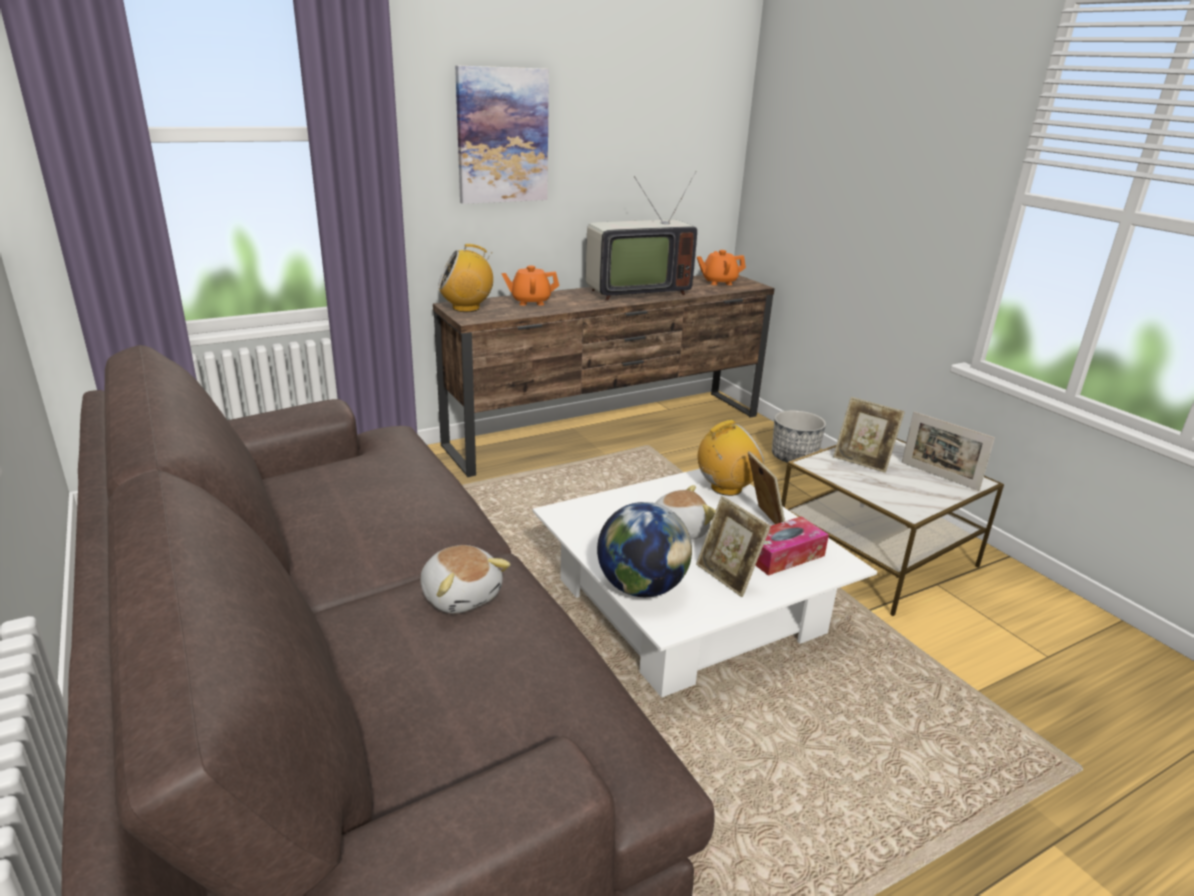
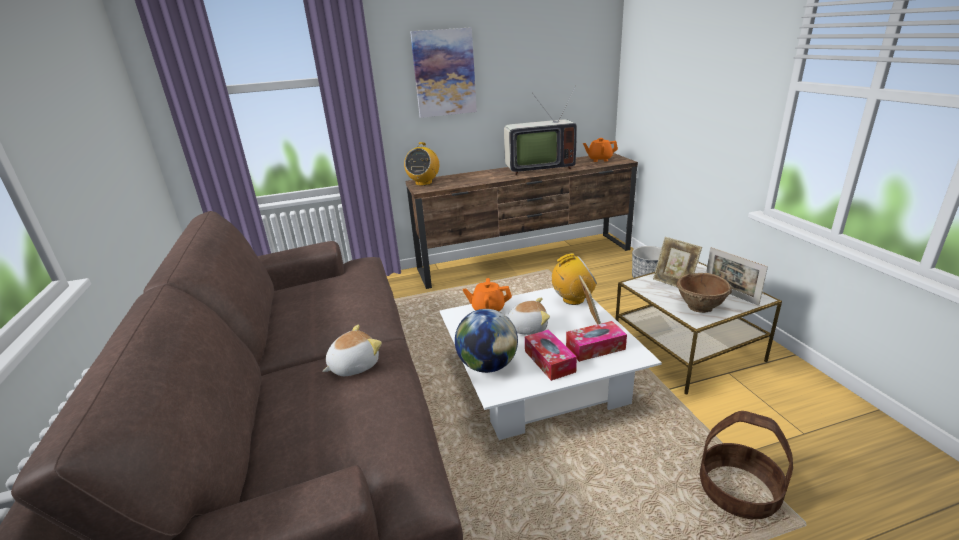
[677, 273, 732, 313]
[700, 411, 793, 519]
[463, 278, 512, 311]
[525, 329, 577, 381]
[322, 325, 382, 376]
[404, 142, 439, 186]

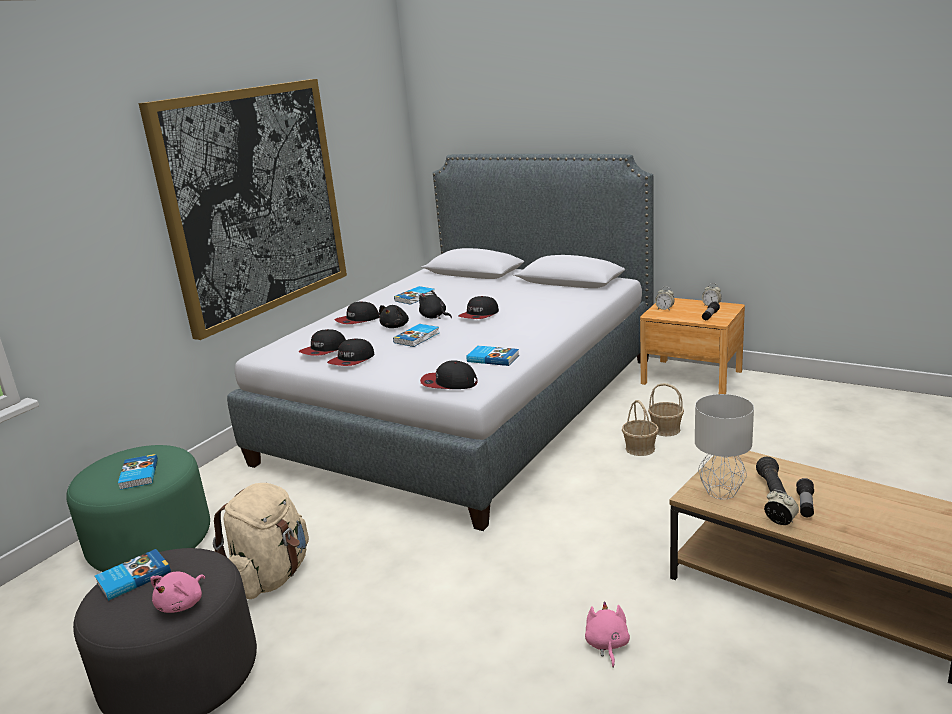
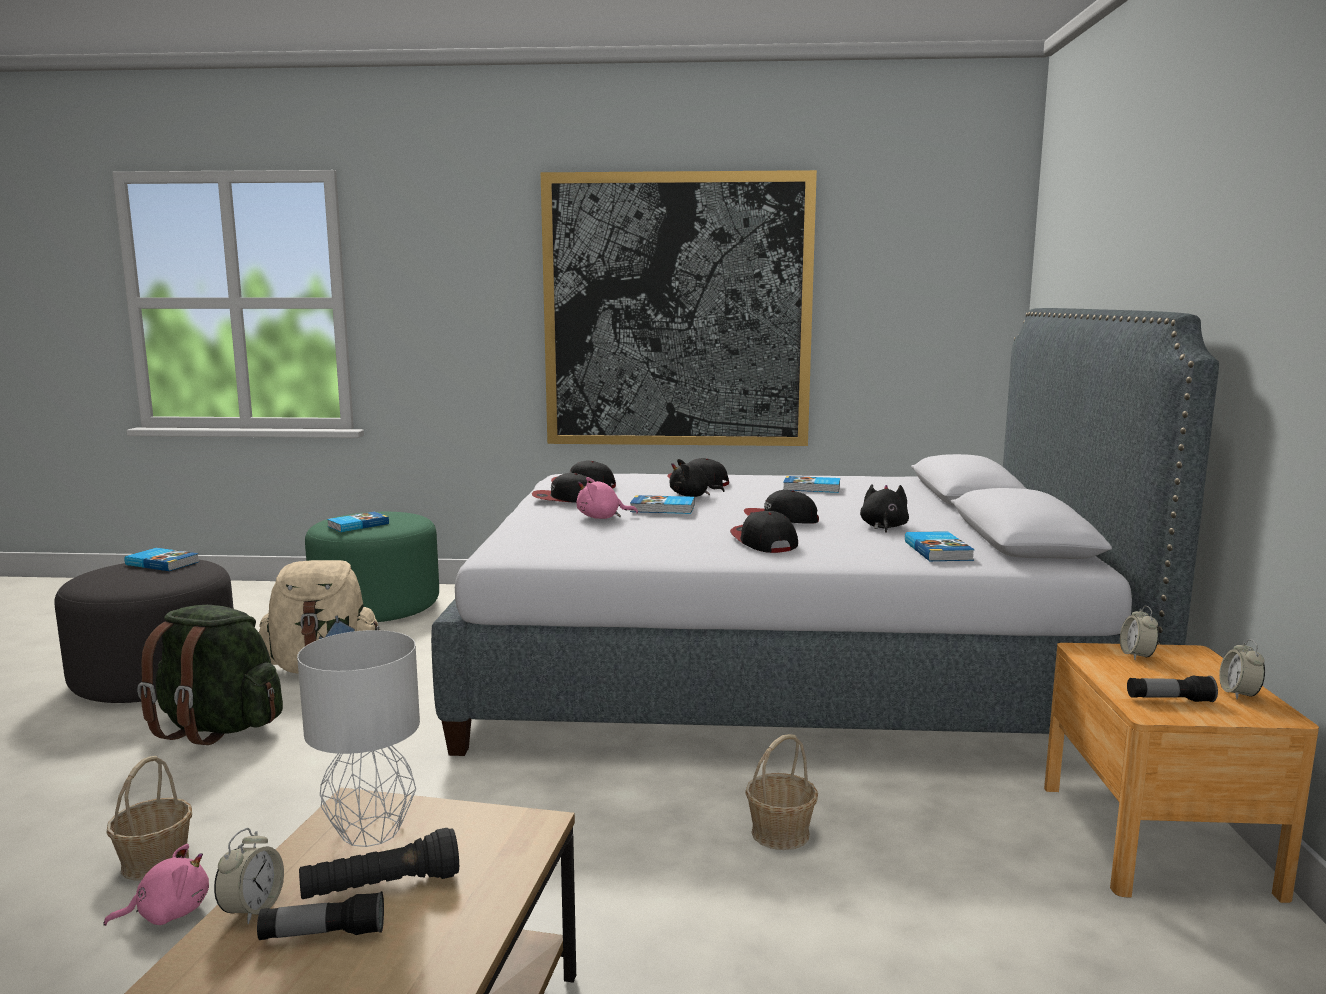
[137, 605, 283, 745]
[577, 477, 638, 519]
[860, 484, 909, 533]
[730, 511, 798, 553]
[905, 531, 975, 561]
[107, 756, 192, 881]

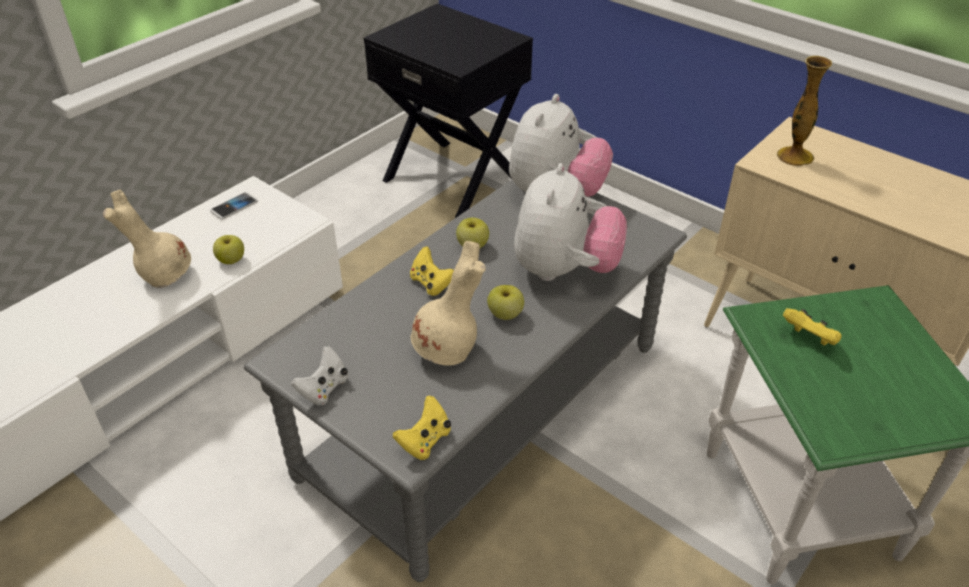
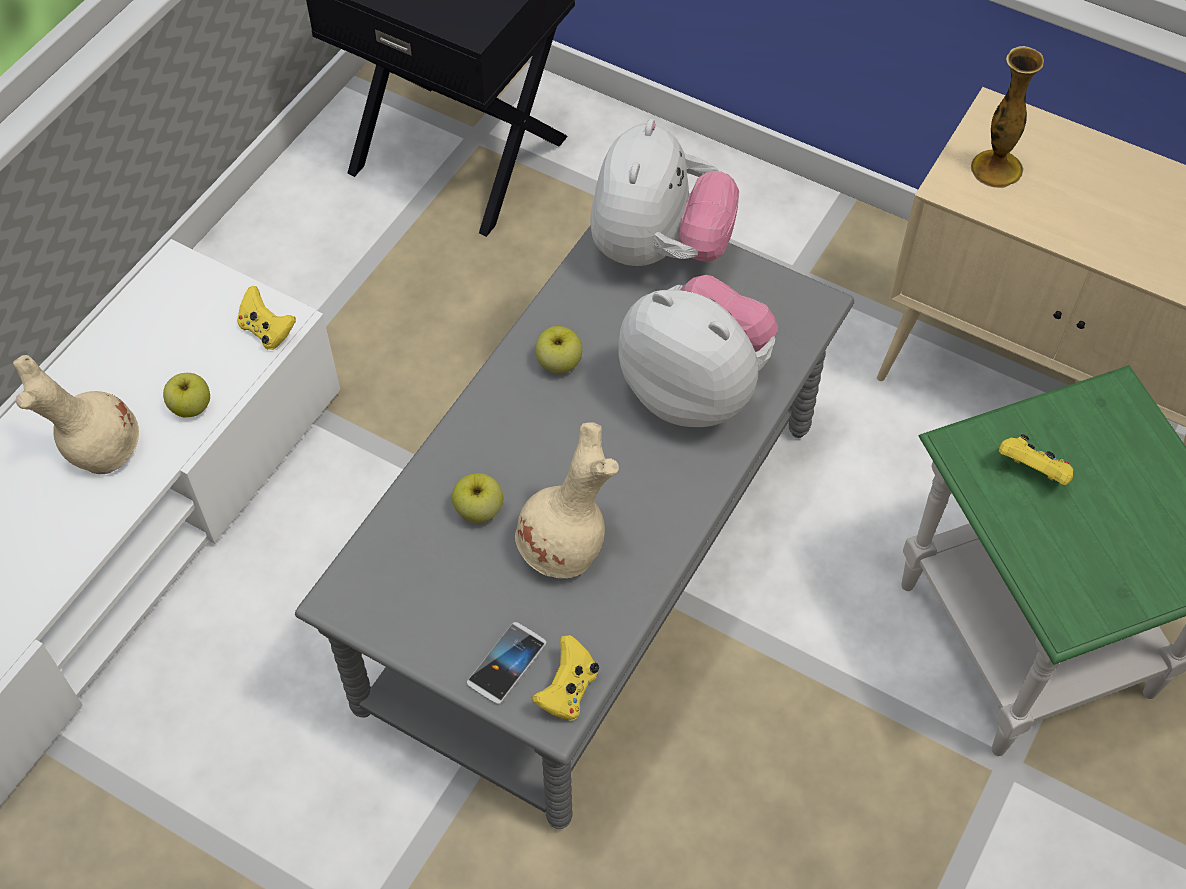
[291, 346, 348, 406] (first image)
[467, 622, 546, 704]
[237, 286, 296, 350]
[452, 473, 503, 523]
[619, 275, 778, 427]

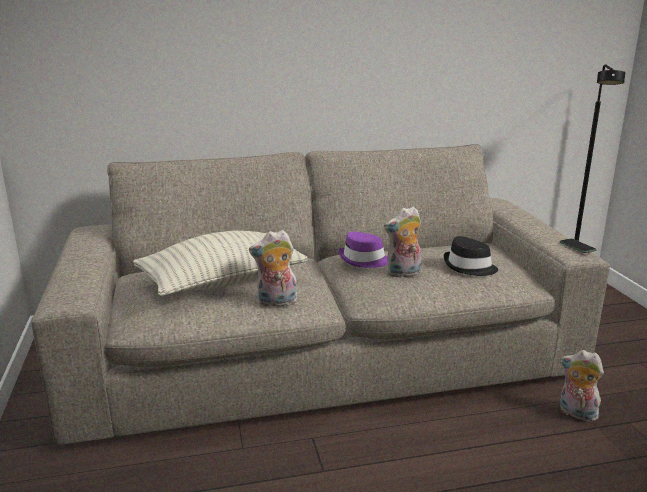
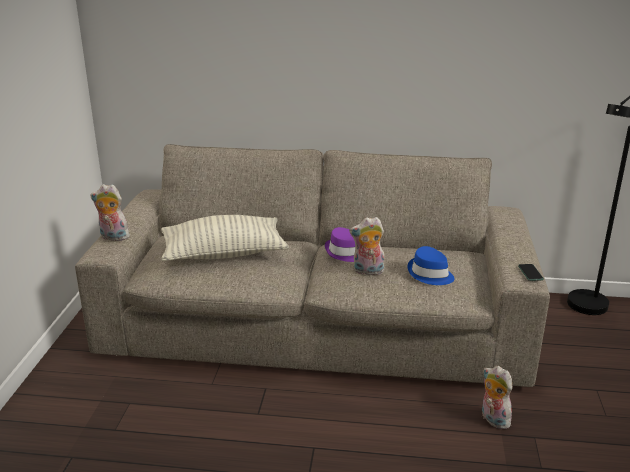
[90, 184, 130, 241]
[408, 246, 455, 285]

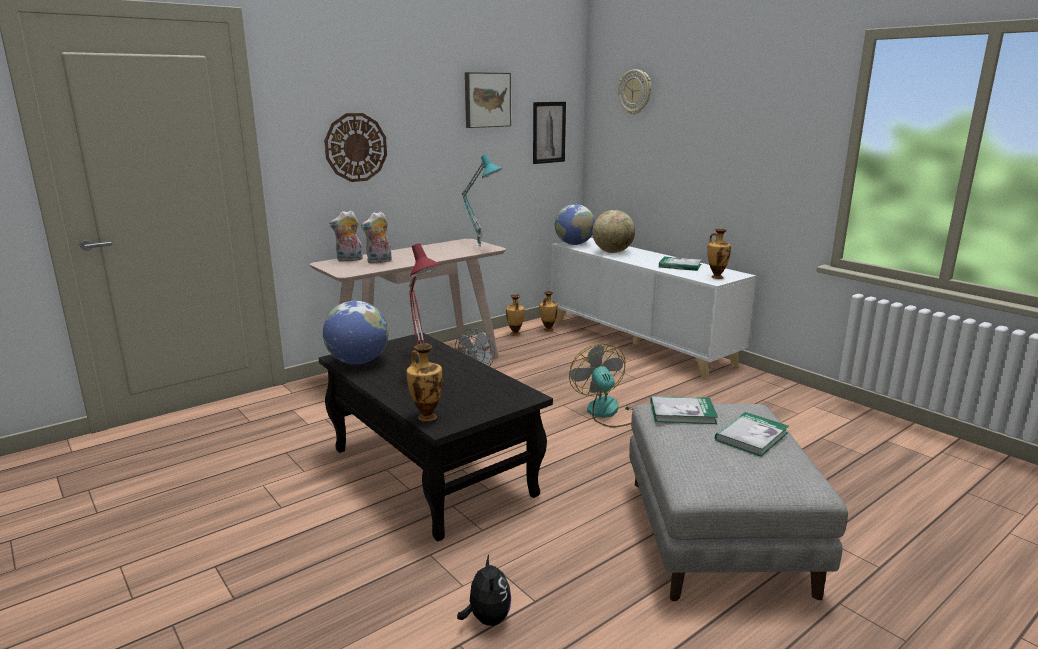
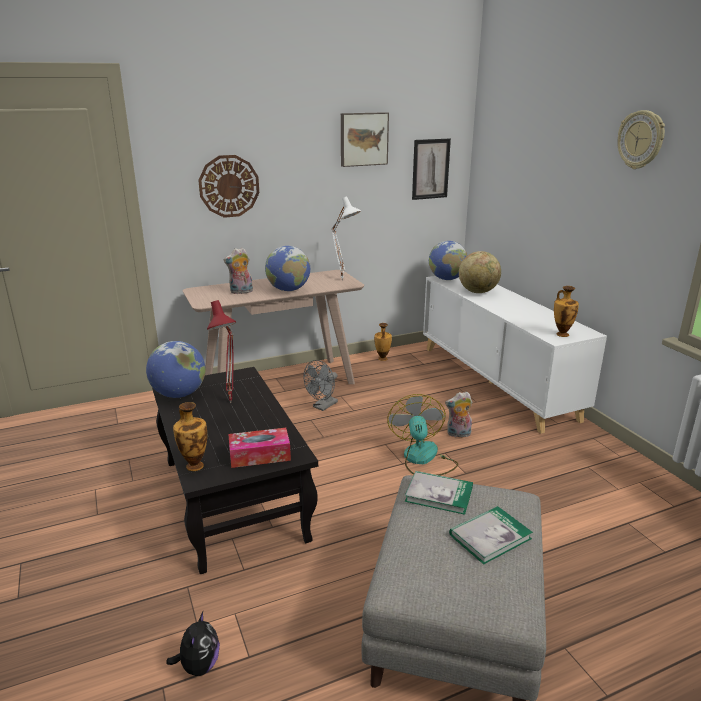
[539, 291, 558, 332] (first image)
[659, 257, 701, 271] (first image)
[228, 428, 291, 468]
[265, 246, 310, 291]
[445, 391, 472, 437]
[617, 110, 665, 169]
[332, 197, 361, 280]

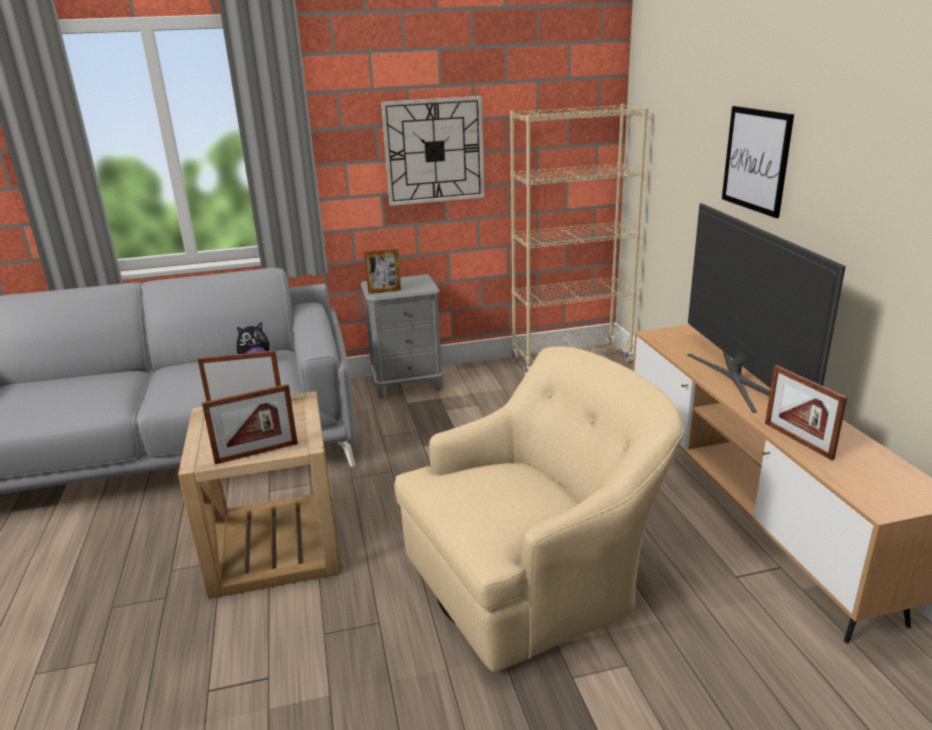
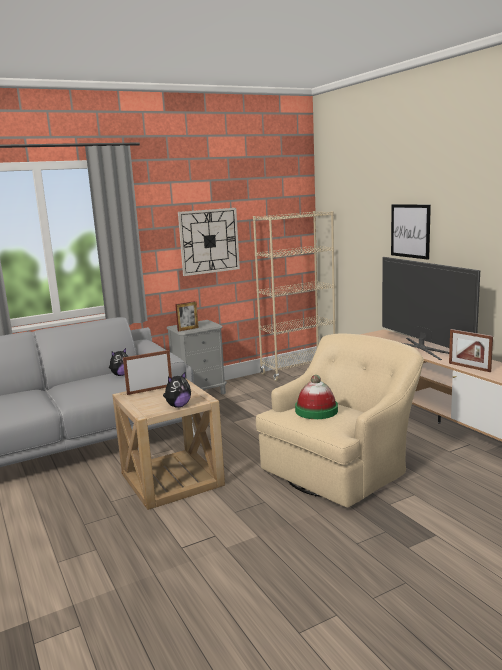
[295, 375, 338, 419]
[163, 372, 191, 408]

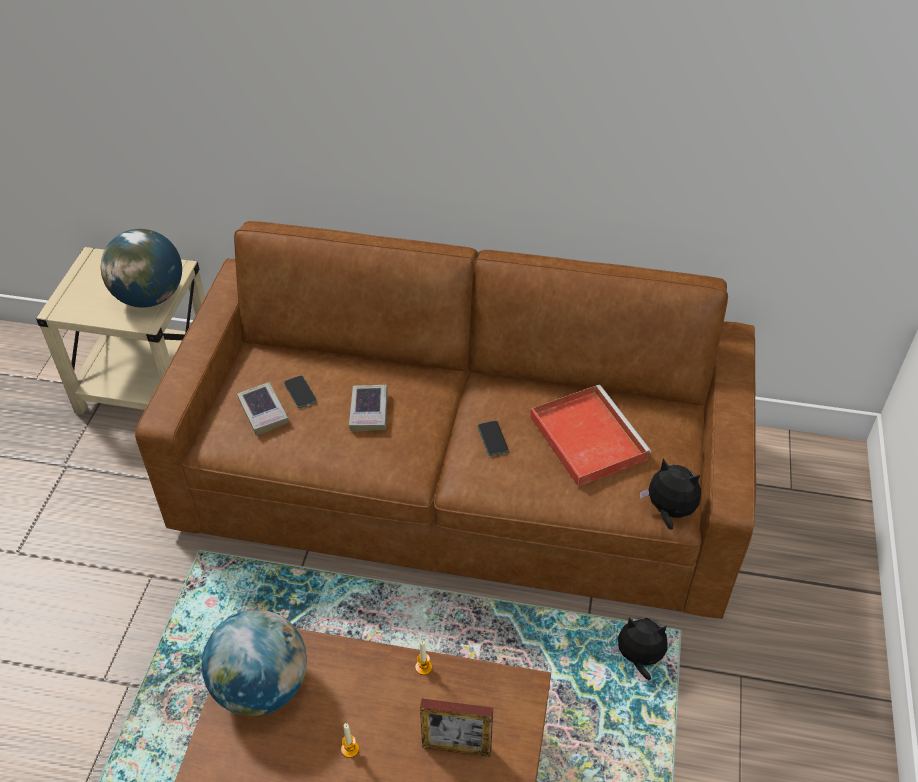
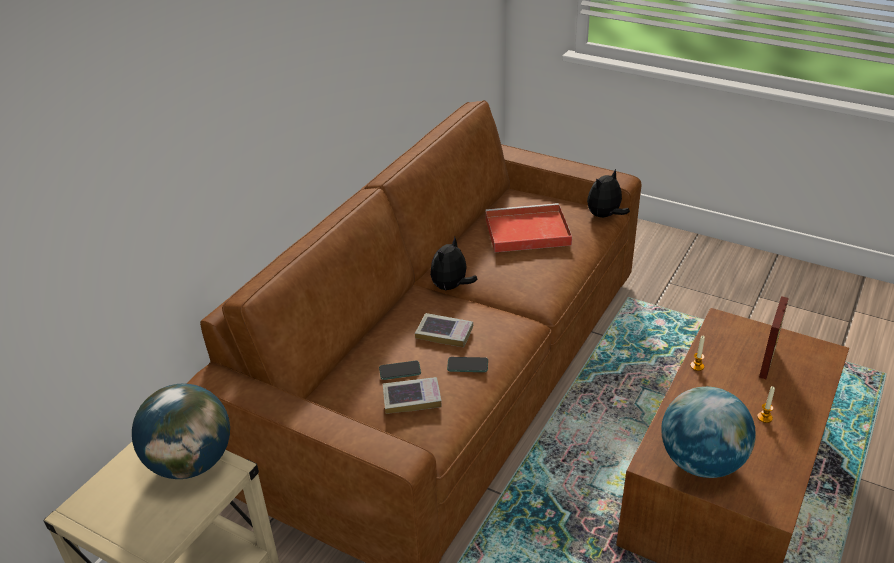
[447, 357, 488, 372]
[430, 237, 478, 290]

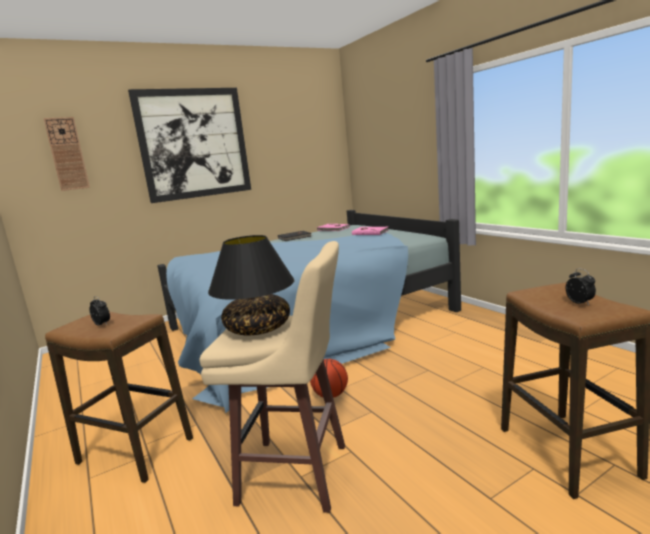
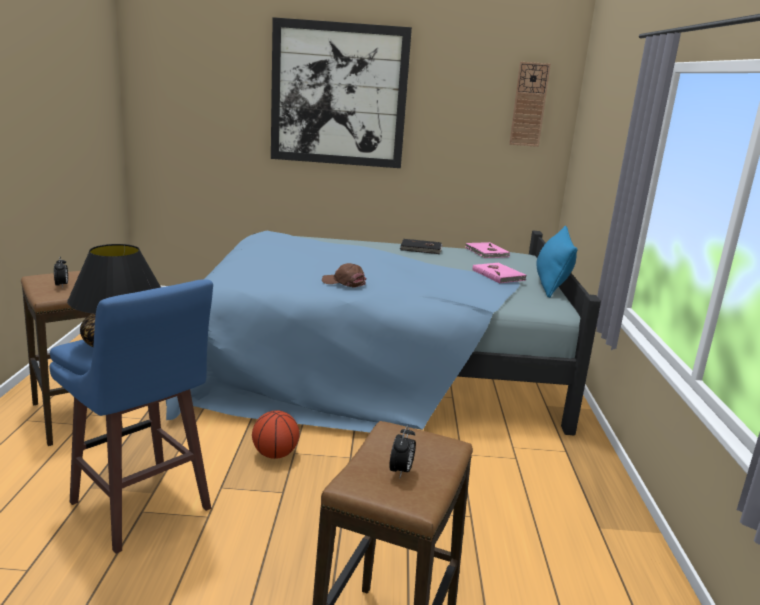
[322, 263, 367, 288]
[537, 226, 578, 298]
[509, 62, 551, 147]
[49, 279, 213, 554]

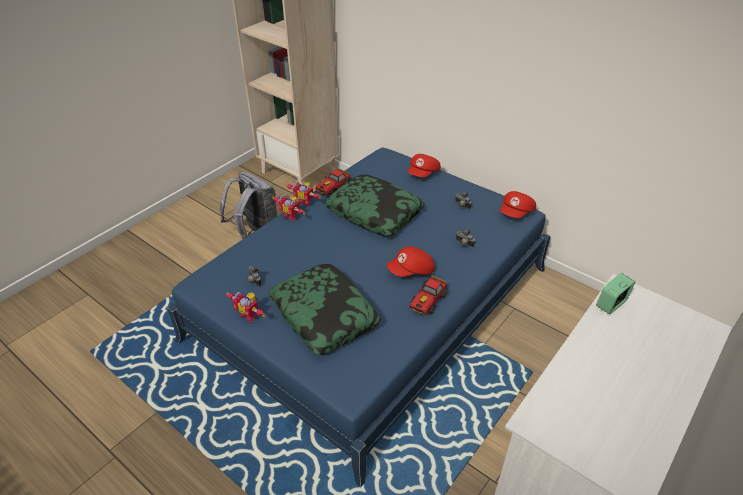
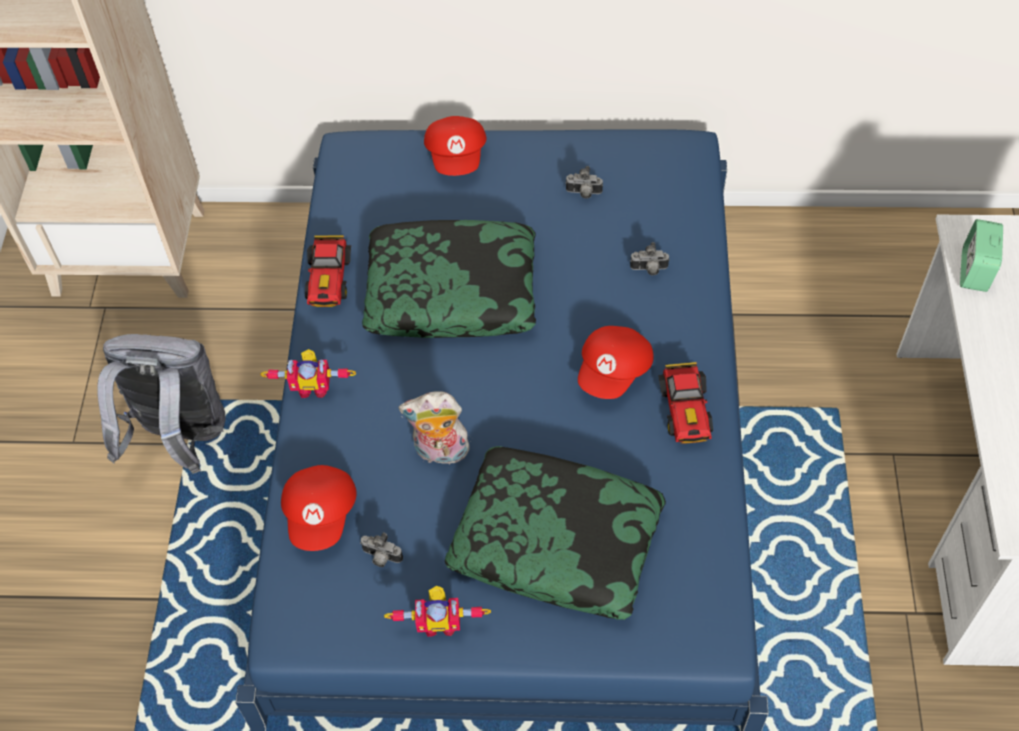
[286, 181, 321, 206] (first image)
[399, 391, 471, 465]
[281, 465, 356, 551]

